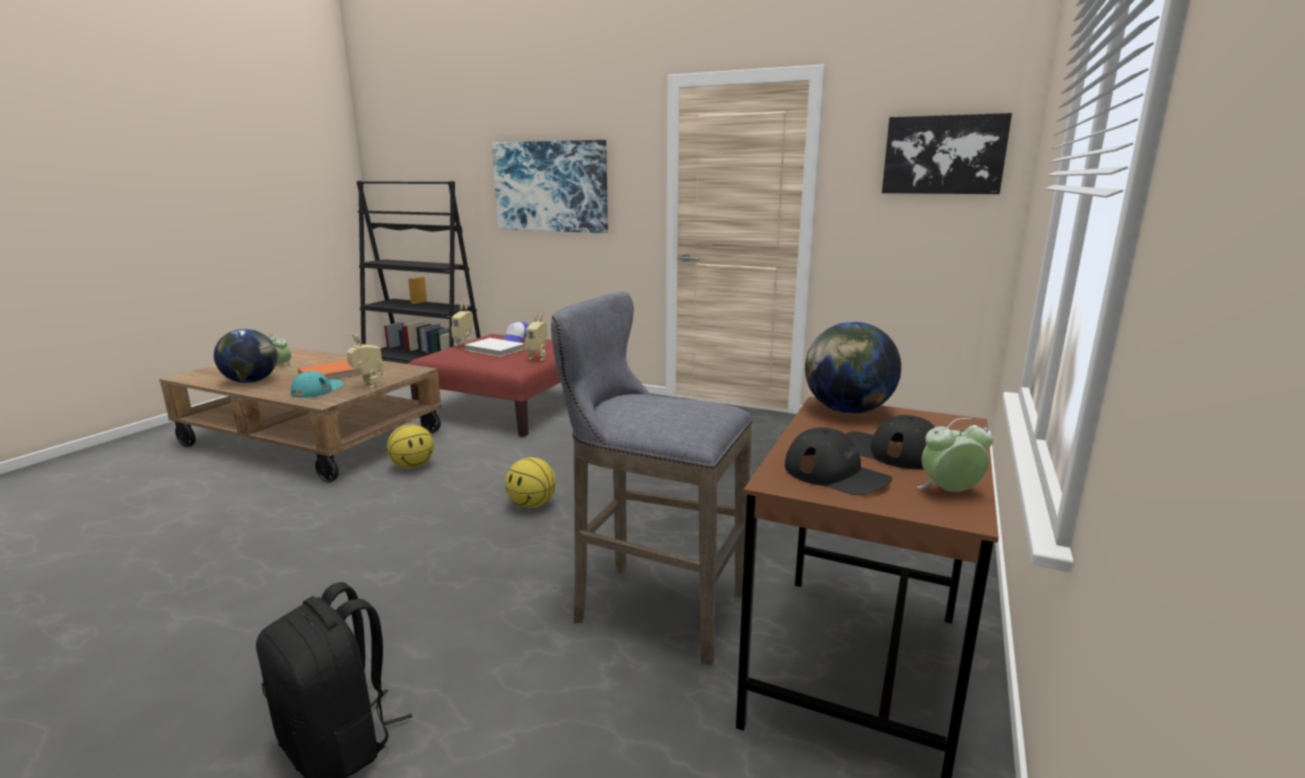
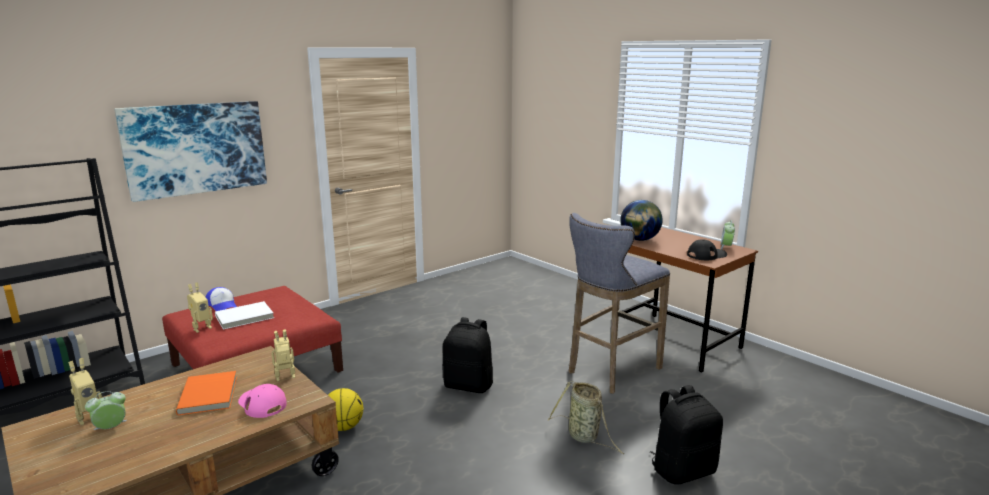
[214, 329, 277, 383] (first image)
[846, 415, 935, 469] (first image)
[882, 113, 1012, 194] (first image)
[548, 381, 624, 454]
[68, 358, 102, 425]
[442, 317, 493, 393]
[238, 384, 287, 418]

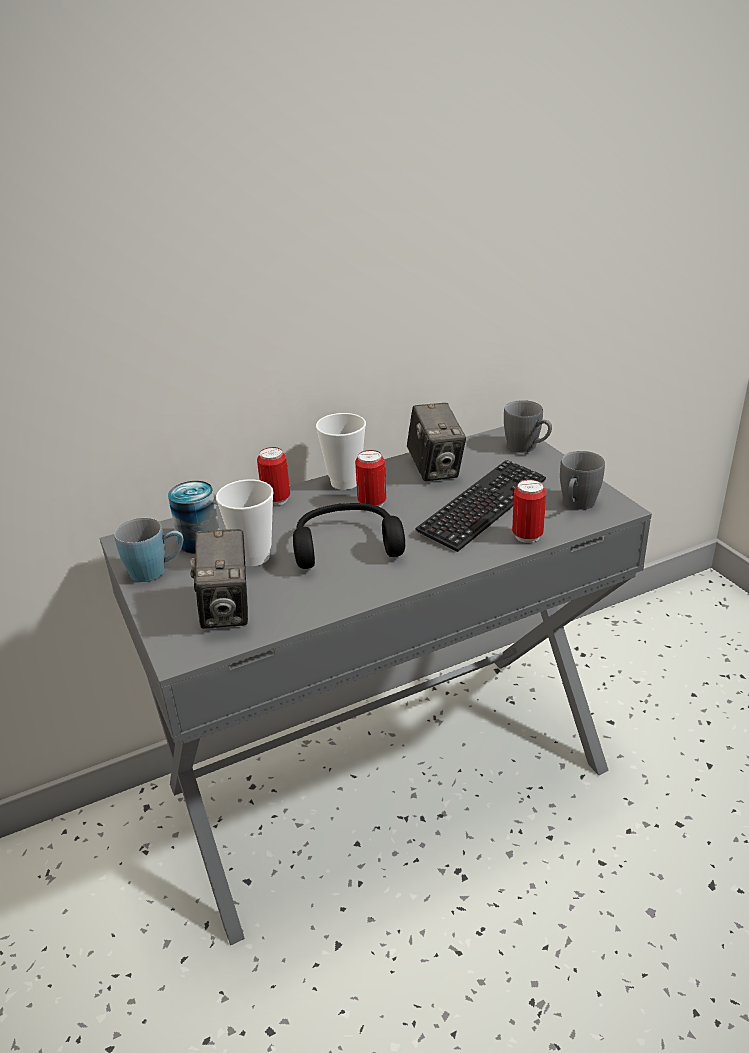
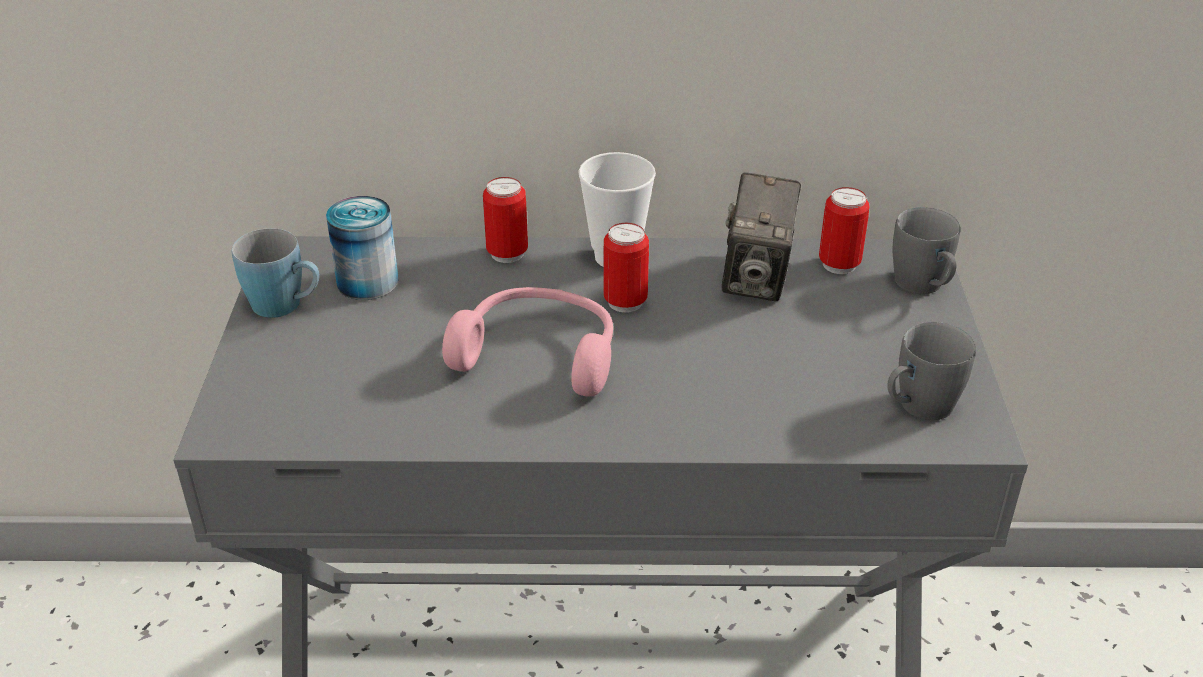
[190, 529, 248, 629] (first image)
[216, 479, 274, 566] (first image)
[415, 460, 546, 552] (first image)
[819, 187, 870, 274]
[442, 287, 613, 397]

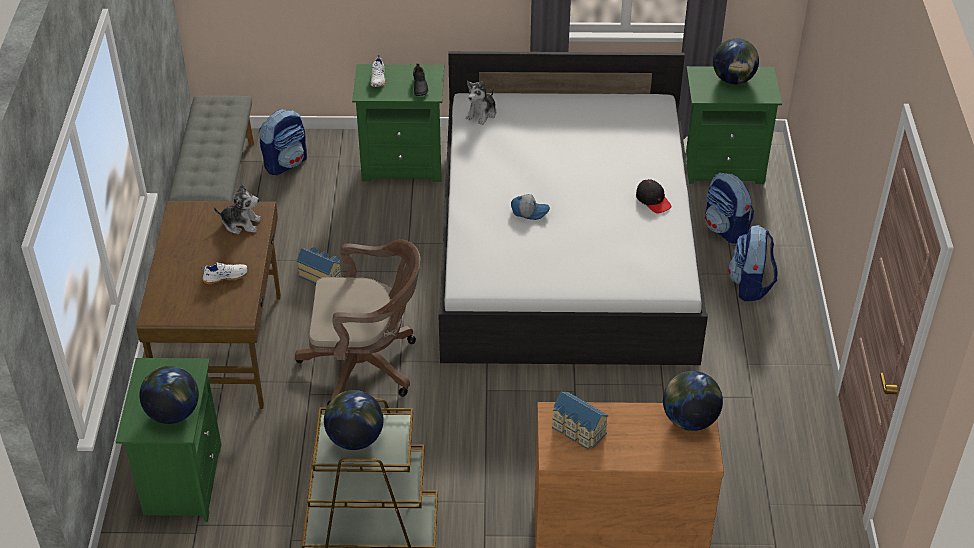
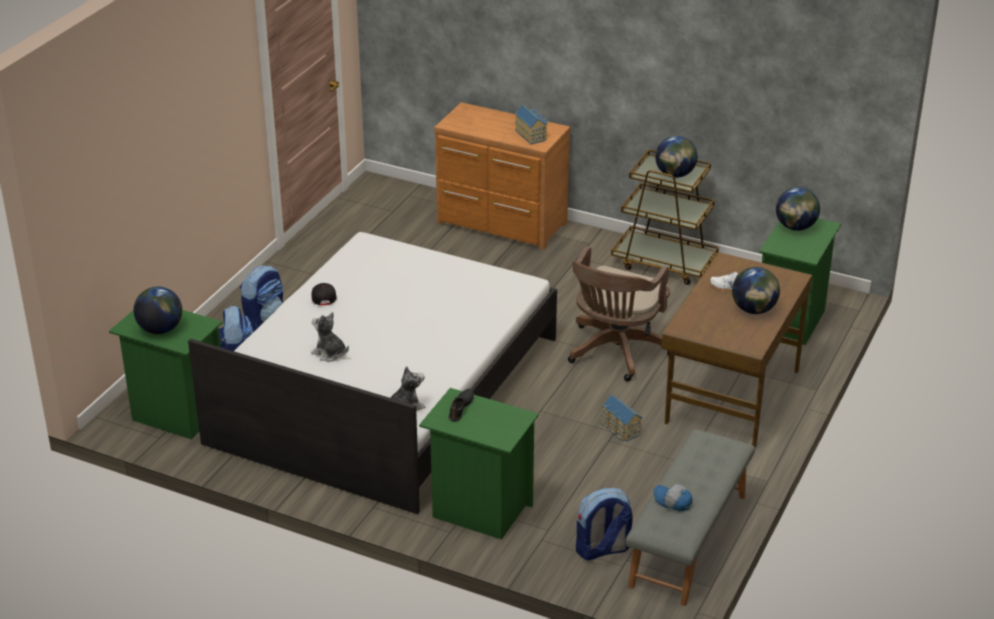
[370, 55, 386, 87] (first image)
[311, 312, 349, 362]
[653, 484, 693, 511]
[732, 267, 780, 314]
[568, 246, 670, 382]

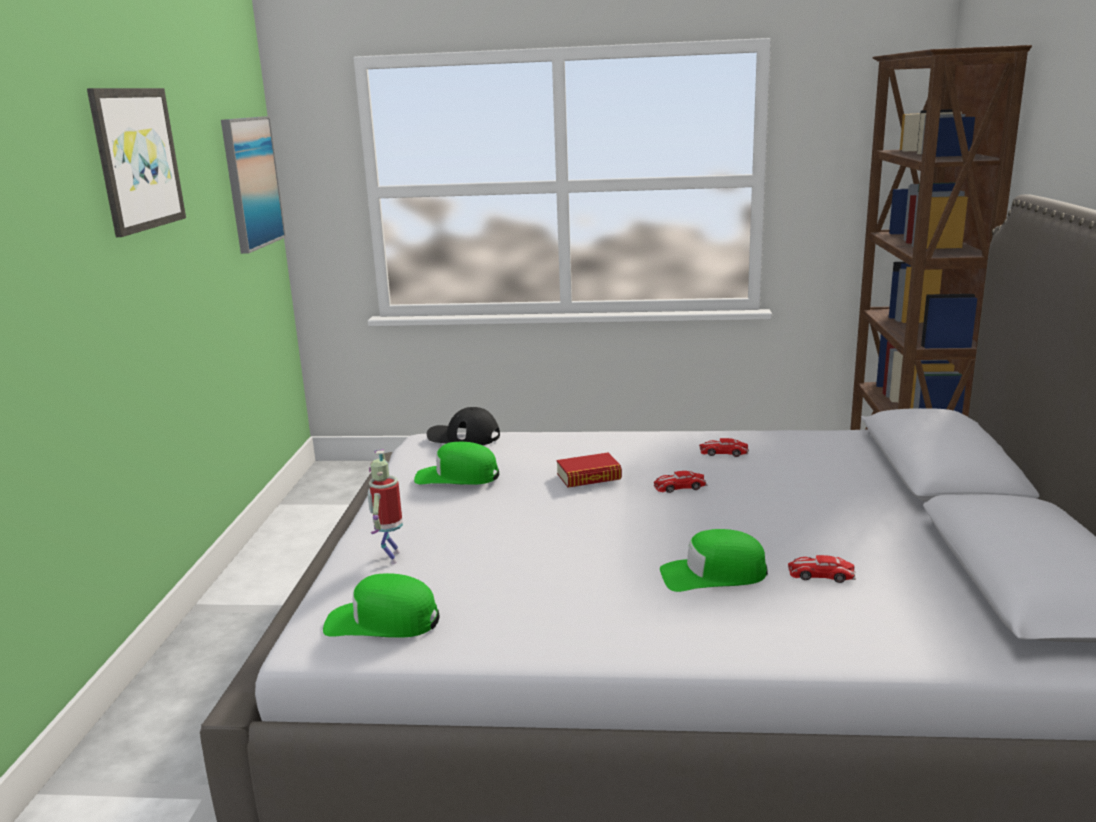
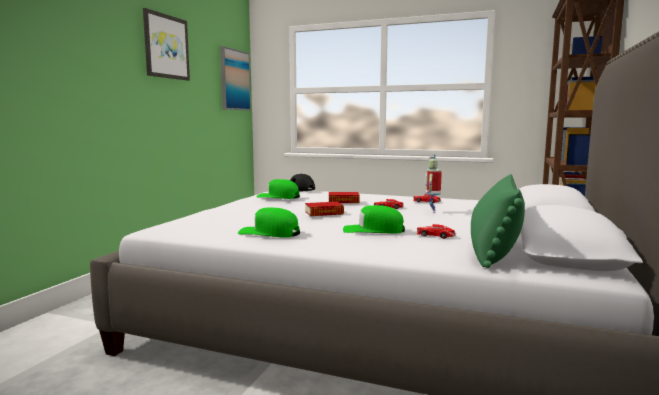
[305, 202, 344, 216]
[471, 174, 525, 268]
[238, 207, 300, 237]
[425, 154, 442, 213]

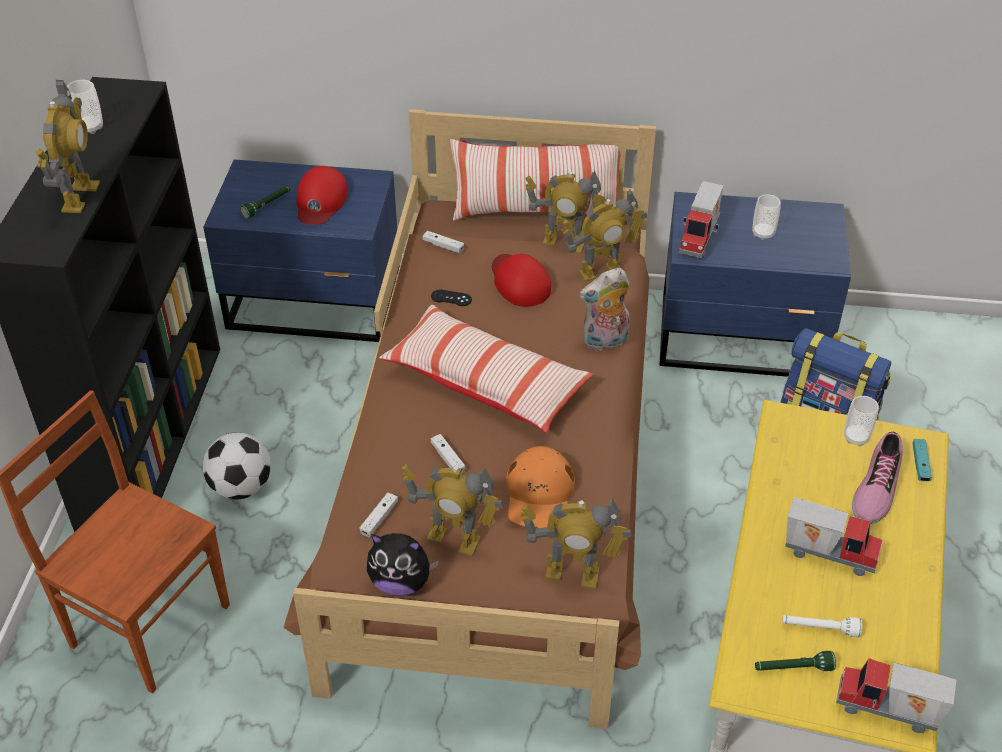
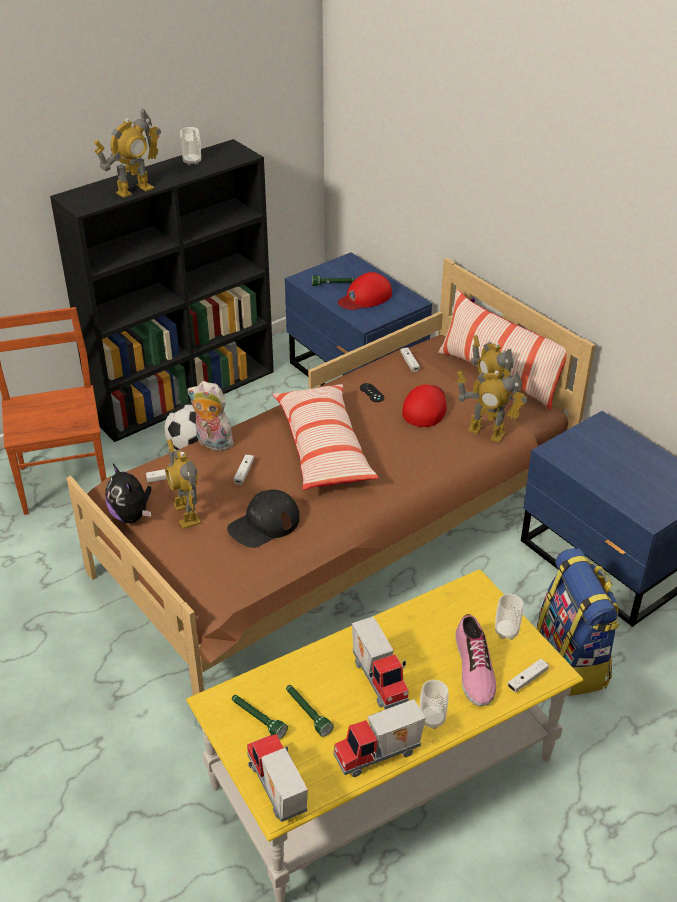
[521, 499, 632, 589] (first image)
[187, 381, 233, 451]
[333, 699, 426, 777]
[420, 680, 448, 729]
[227, 489, 300, 548]
[286, 685, 334, 737]
[508, 659, 549, 692]
[455, 614, 496, 706]

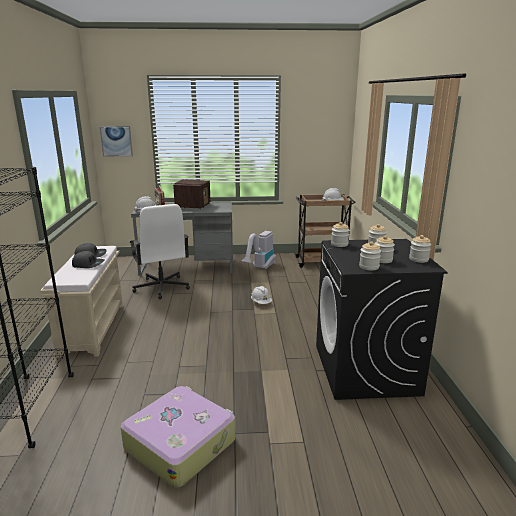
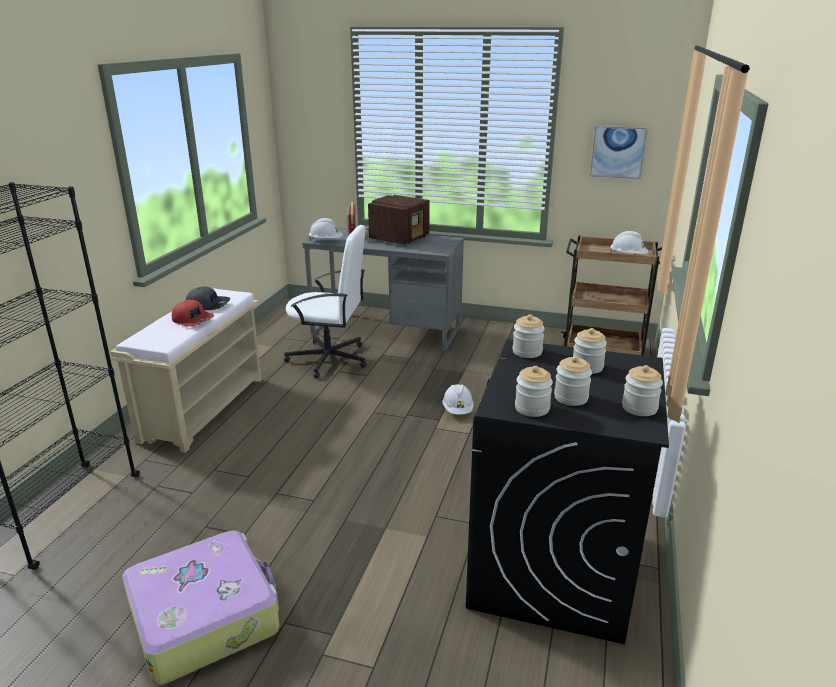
[241, 231, 276, 269] (first image)
[590, 126, 647, 179]
[172, 300, 214, 327]
[284, 225, 366, 379]

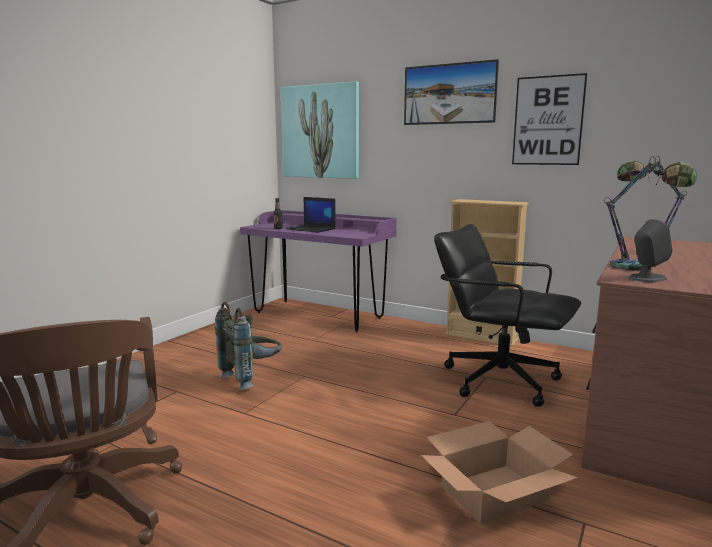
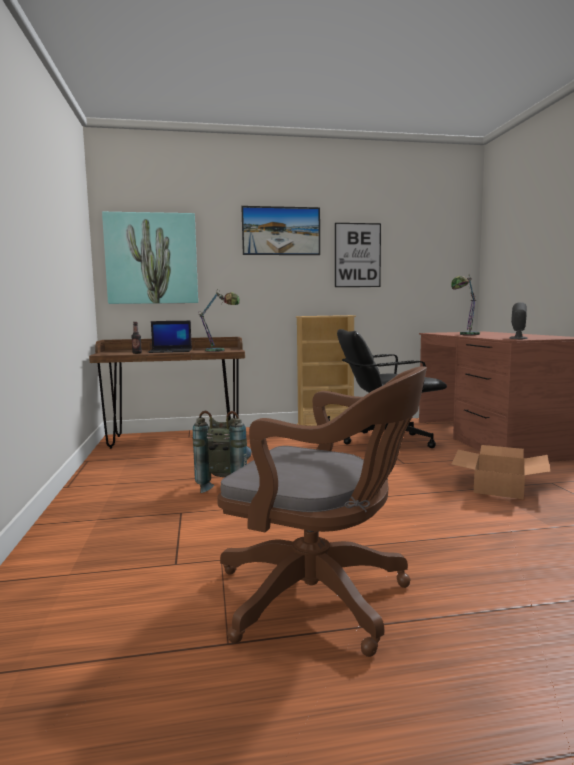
[199, 289, 240, 352]
[89, 337, 245, 449]

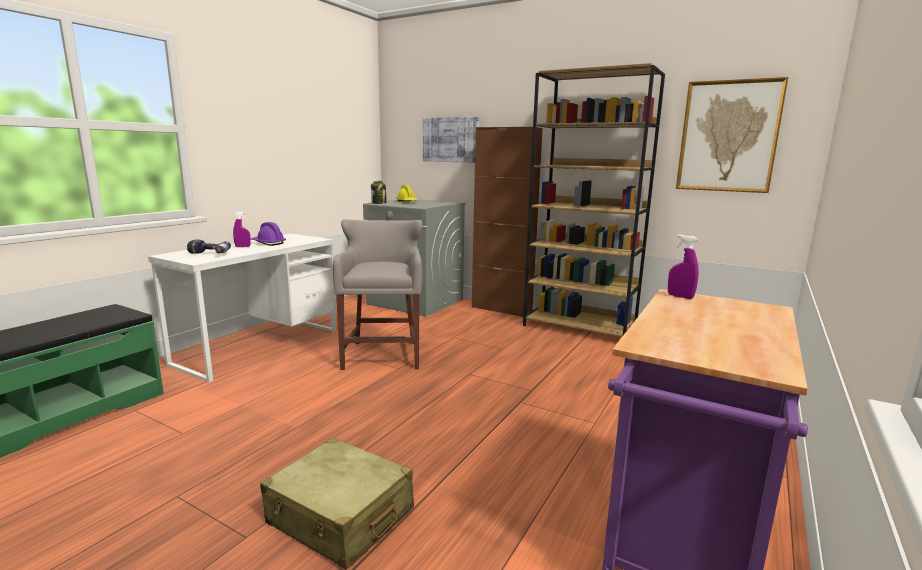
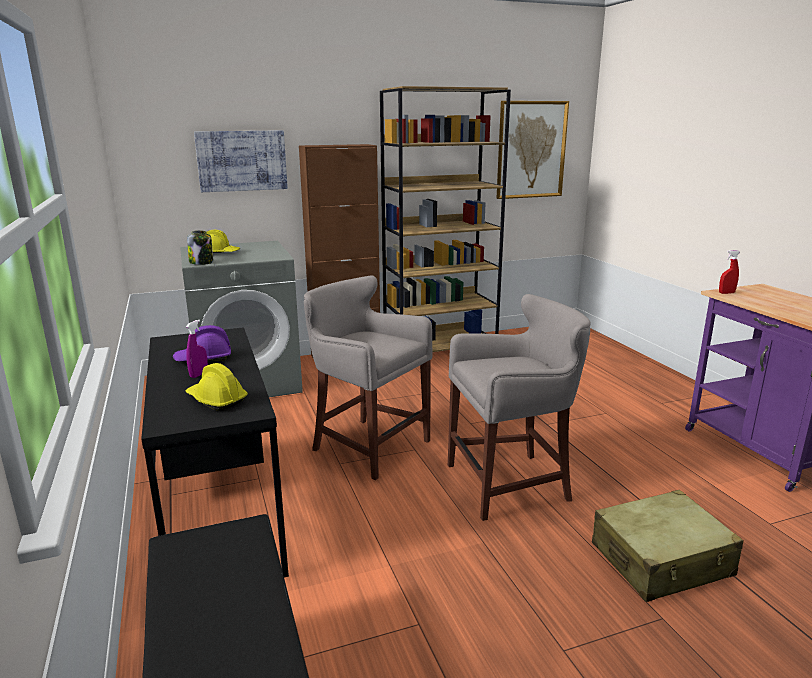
[448, 294, 591, 521]
[185, 363, 248, 411]
[141, 327, 289, 578]
[719, 250, 740, 294]

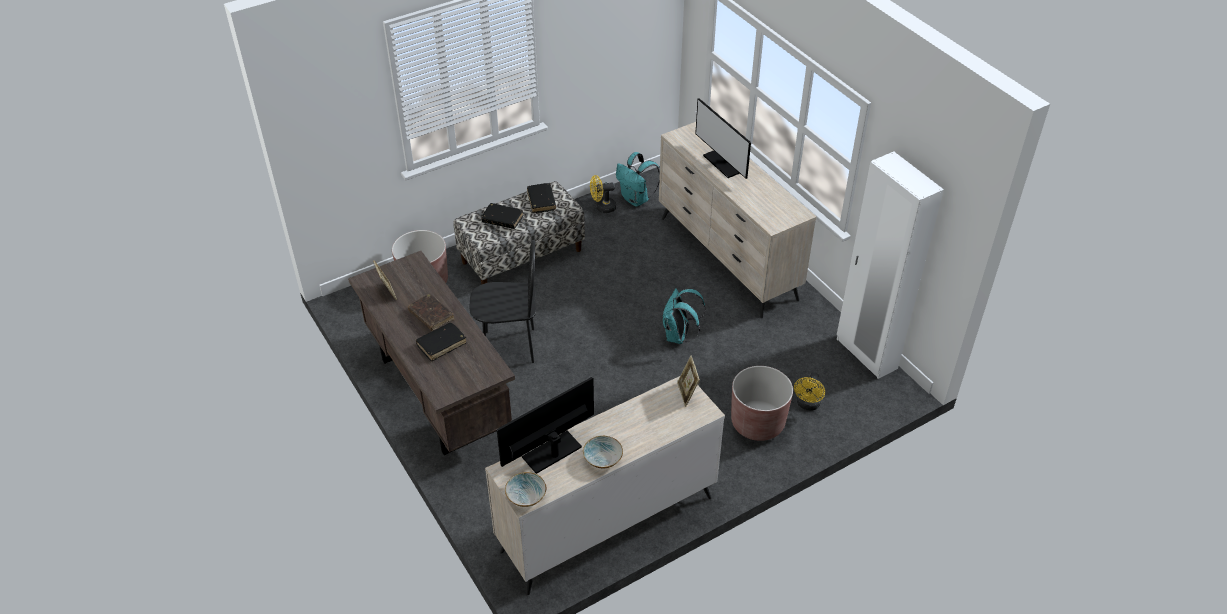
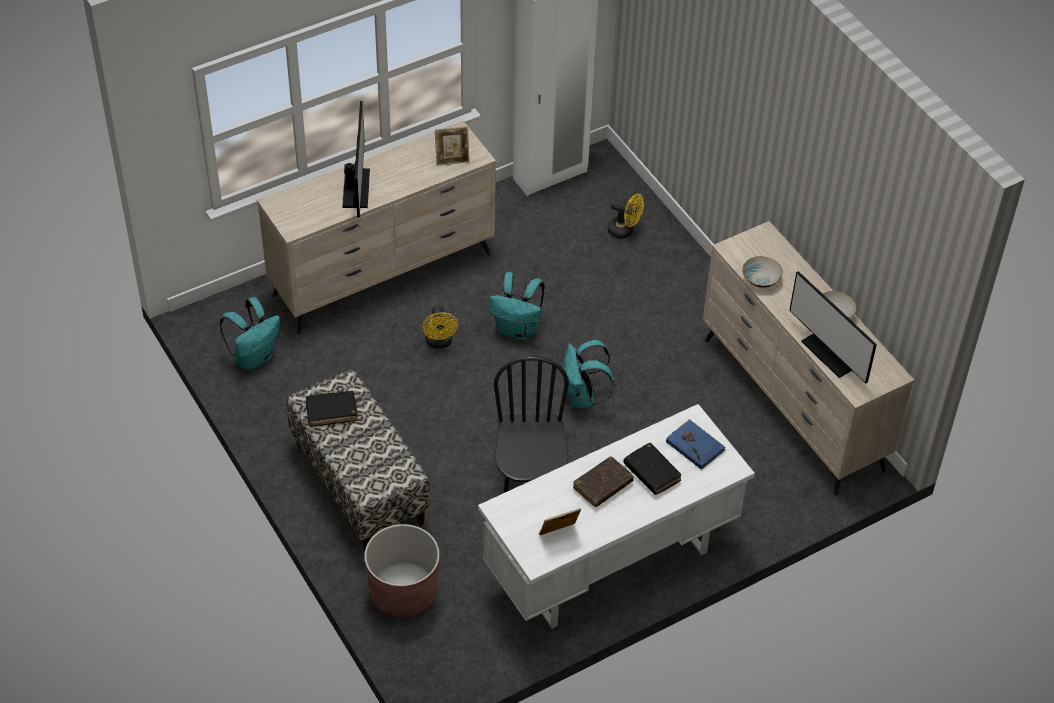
[481, 203, 524, 229] (first image)
[731, 366, 793, 441] (first image)
[563, 340, 615, 408]
[666, 419, 725, 470]
[742, 256, 783, 288]
[422, 305, 458, 349]
[435, 126, 470, 166]
[478, 404, 755, 629]
[342, 101, 370, 217]

